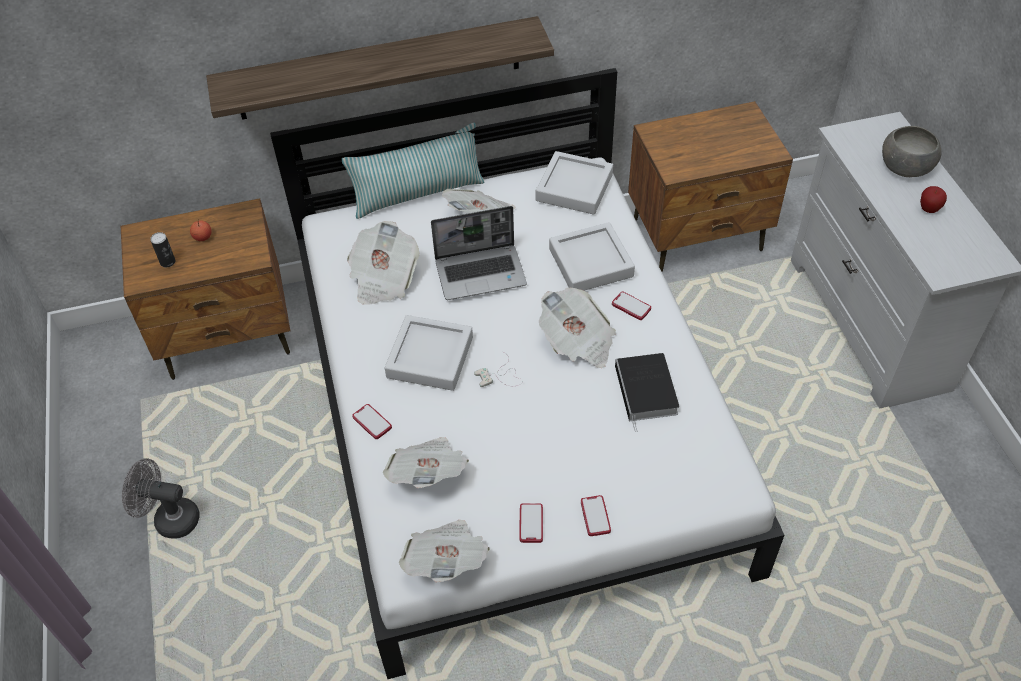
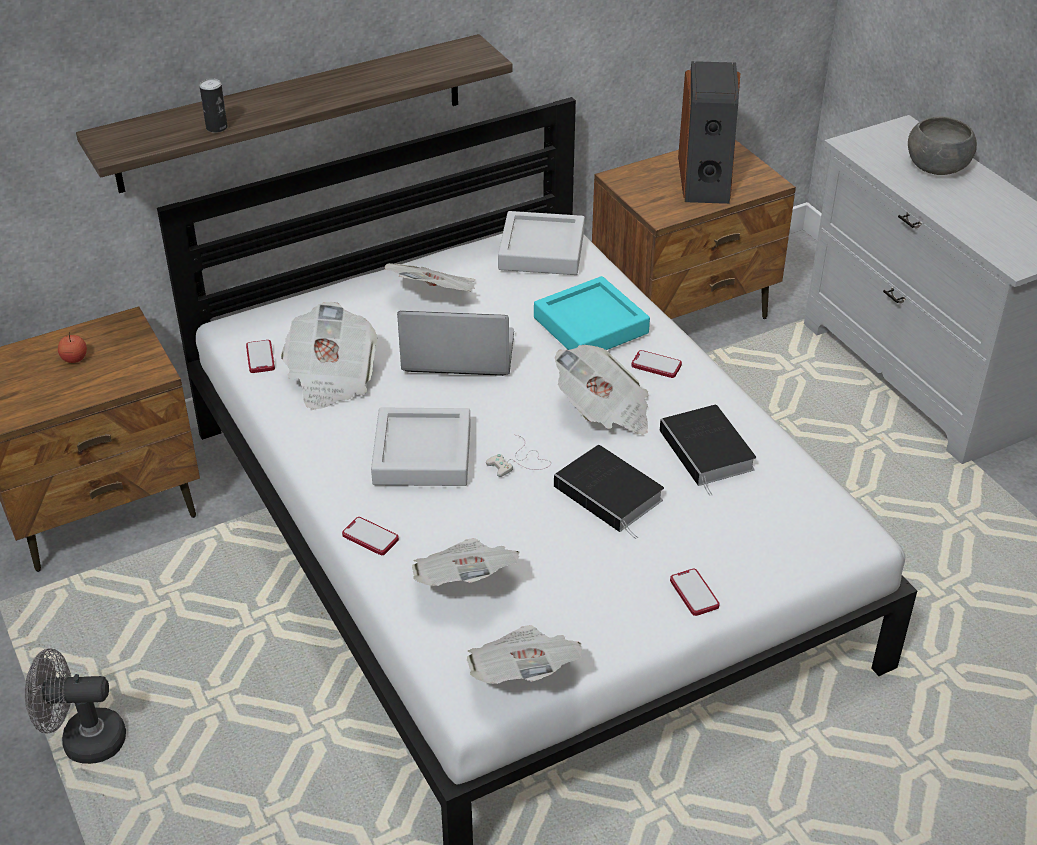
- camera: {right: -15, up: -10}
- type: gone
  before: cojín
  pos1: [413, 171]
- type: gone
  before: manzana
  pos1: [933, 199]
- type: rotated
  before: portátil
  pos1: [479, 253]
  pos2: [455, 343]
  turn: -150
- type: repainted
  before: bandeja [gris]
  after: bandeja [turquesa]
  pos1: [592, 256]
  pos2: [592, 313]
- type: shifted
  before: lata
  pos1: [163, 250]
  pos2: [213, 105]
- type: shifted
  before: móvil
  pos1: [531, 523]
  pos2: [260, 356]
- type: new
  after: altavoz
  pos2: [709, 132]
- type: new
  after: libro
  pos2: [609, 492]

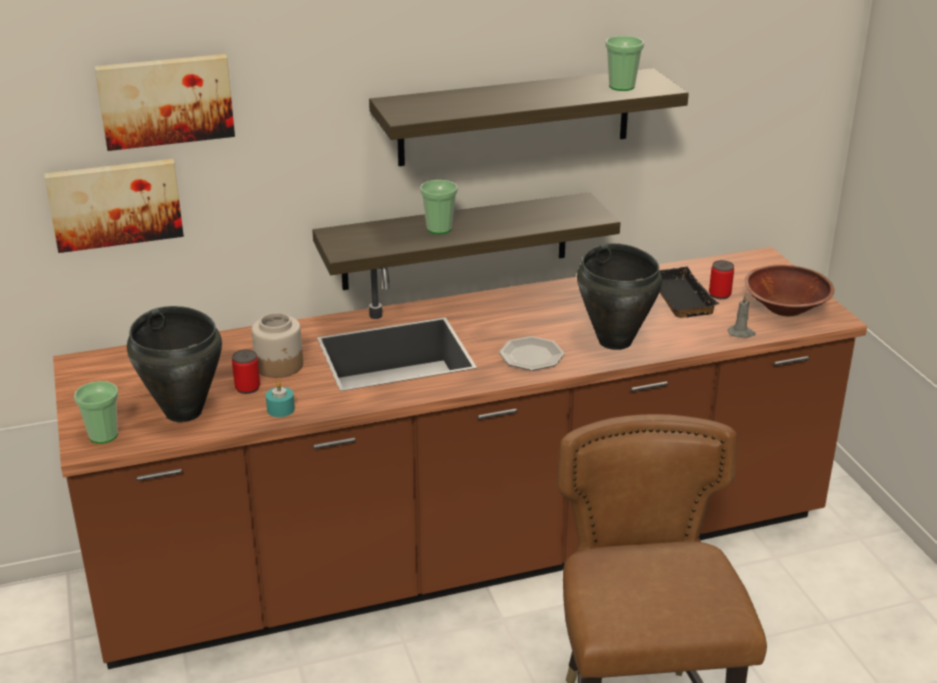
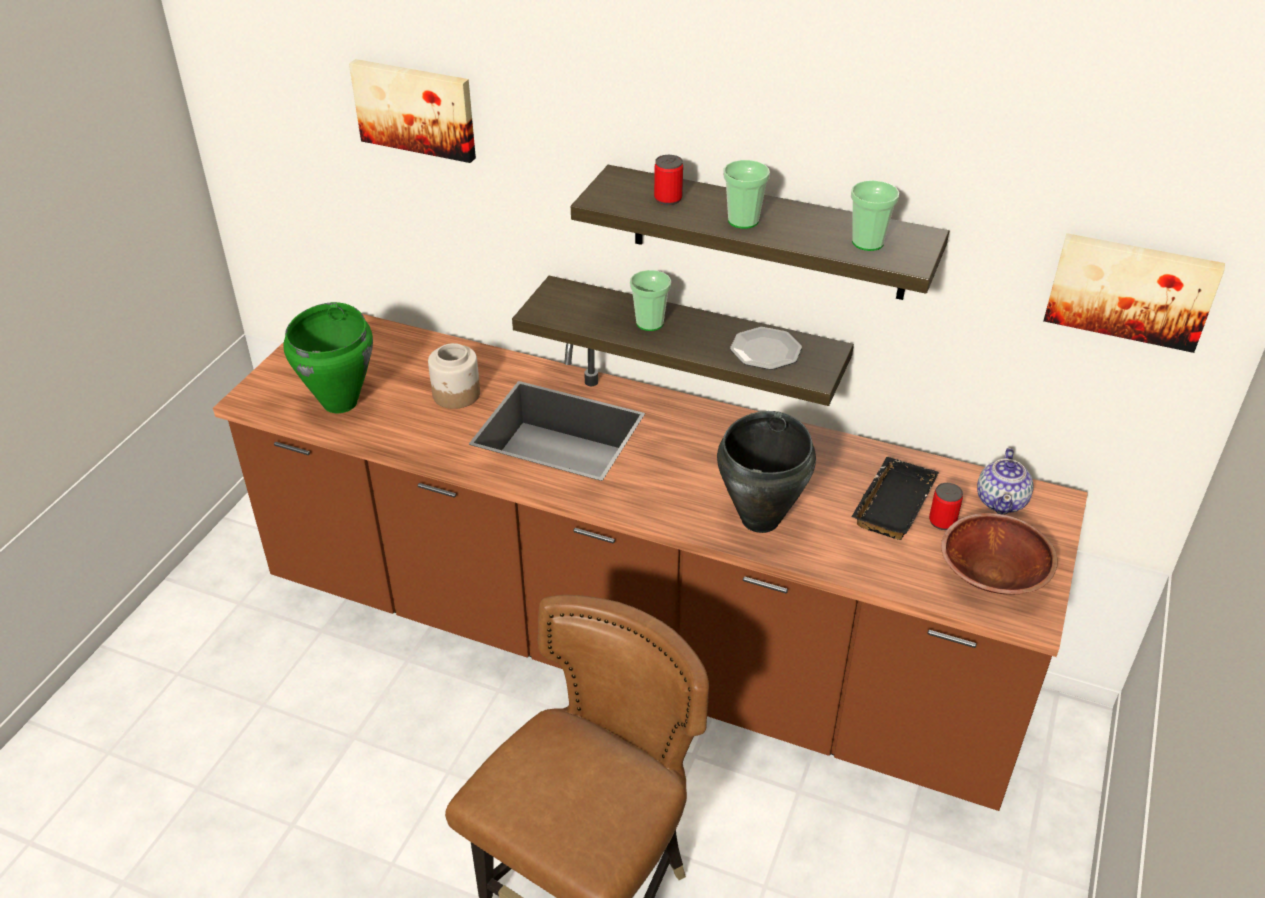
- camera: {right: 40, up: 10}
- type: shifted
  before: cuadro
  pos1: [114, 206]
  pos2: [1134, 293]
- type: gone
  before: vela [gris]
  pos1: [742, 316]
- type: repainted
  before: olla [negro]
  after: olla [verde]
  pos1: [174, 364]
  pos2: [328, 357]
- type: shifted
  before: plato
  pos1: [531, 353]
  pos2: [766, 348]
- type: shifted
  before: lata
  pos1: [246, 372]
  pos2: [668, 180]
- type: shifted
  before: taza
  pos1: [96, 412]
  pos2: [746, 194]
- type: gone
  before: vela [turquesa]
  pos1: [280, 399]
- type: new
  after: tetera
  pos2: [1005, 481]

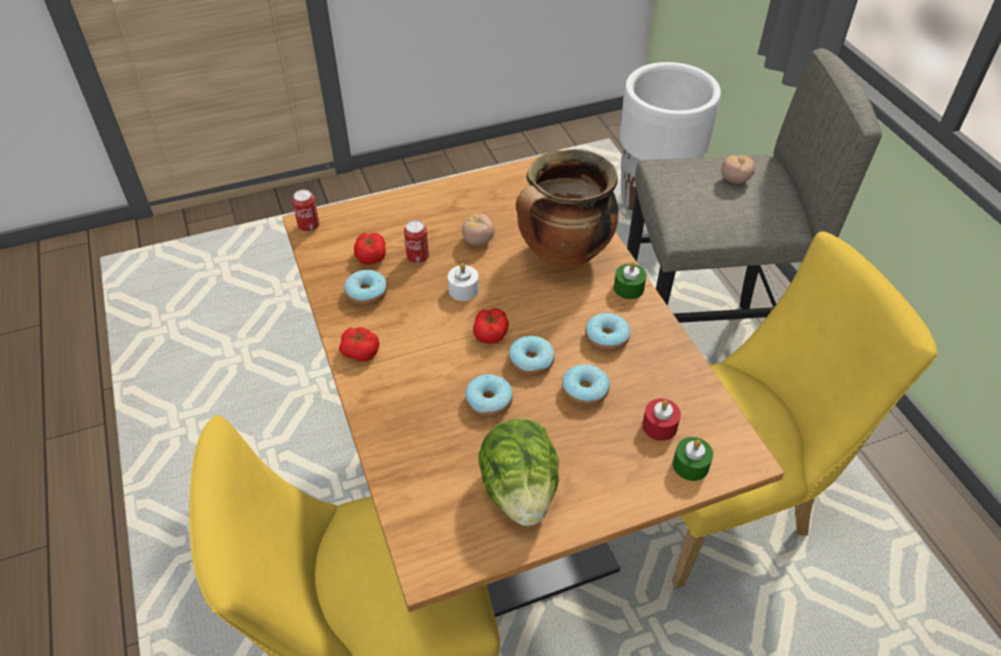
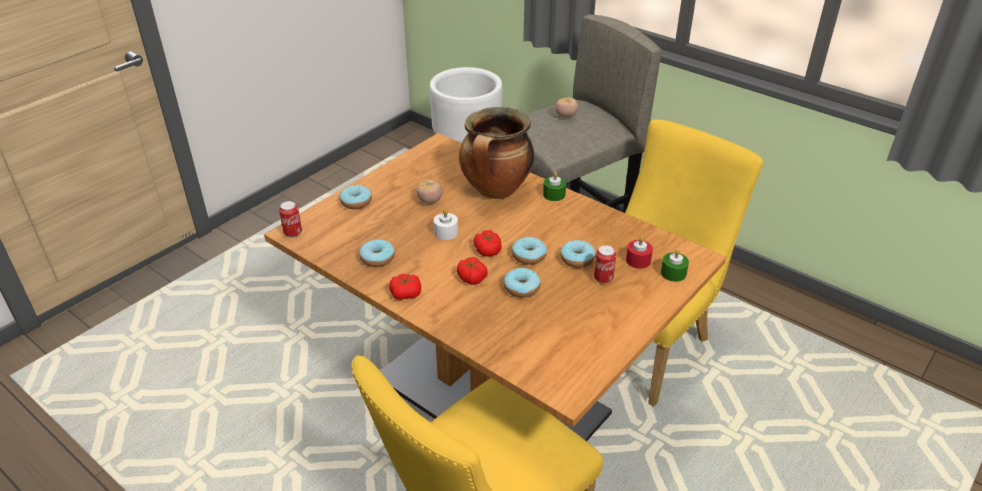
- camera: {right: -30, up: -10}
- type: shifted
  before: lata
  pos1: [416, 242]
  pos2: [605, 264]
- type: shifted
  before: tomate
  pos1: [370, 249]
  pos2: [472, 271]
- type: shifted
  before: rosquilla
  pos1: [607, 332]
  pos2: [356, 197]
- type: gone
  before: lechuga
  pos1: [518, 472]

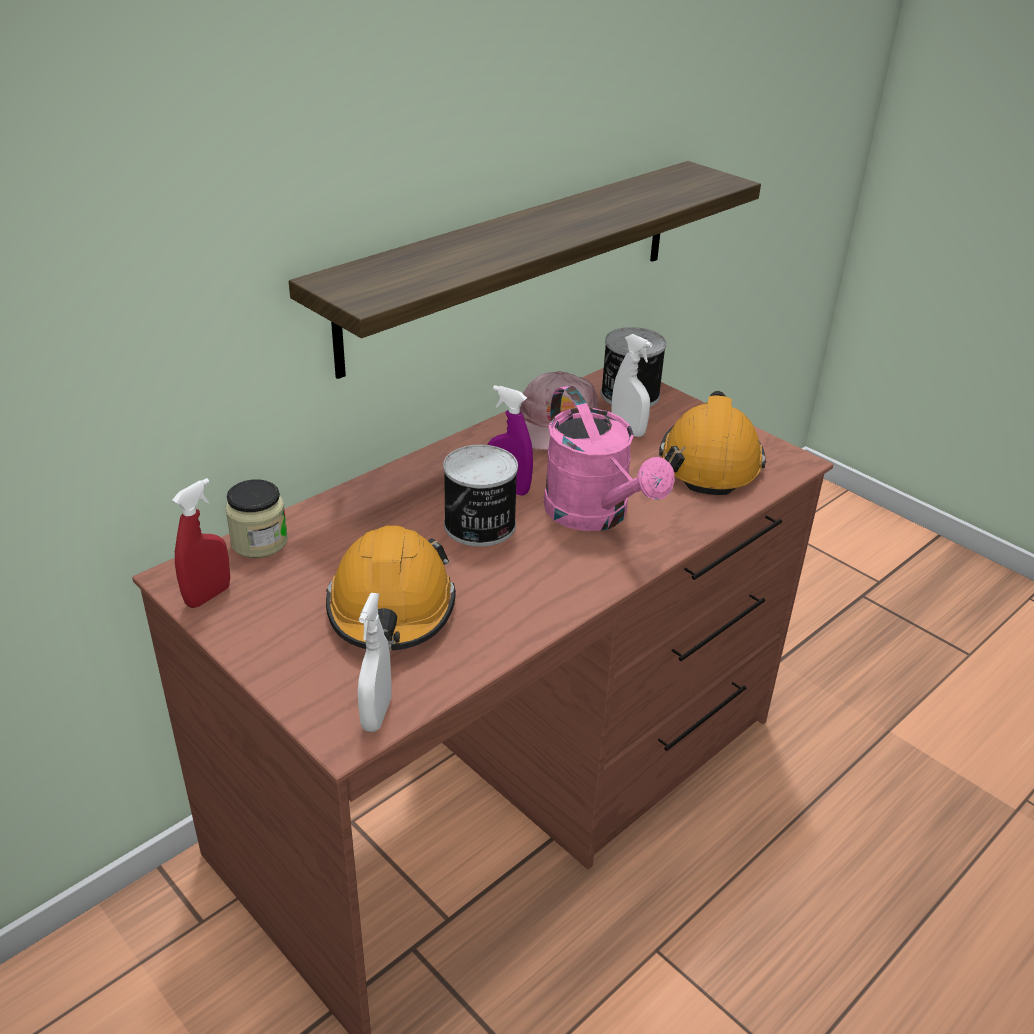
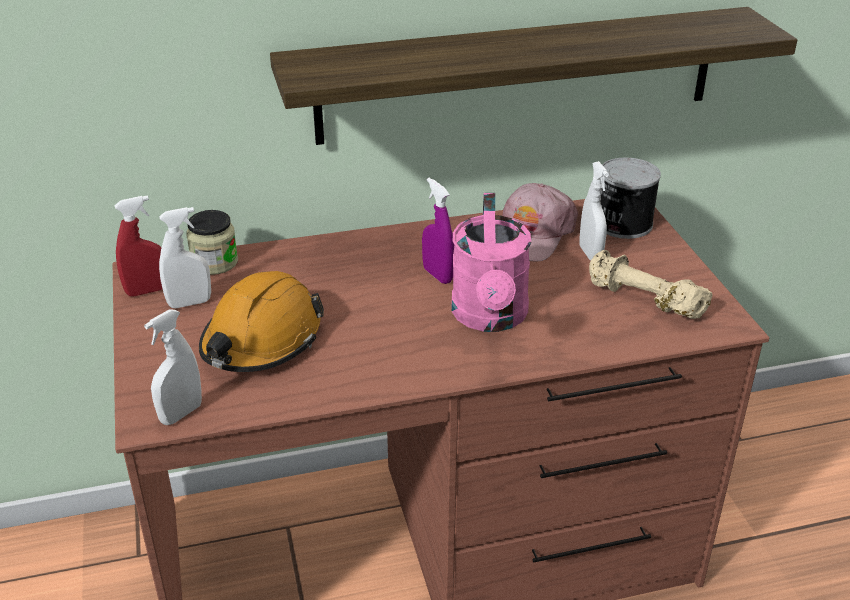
- camera: {right: 30, up: 0}
- type: swapped
  before: casco [naranja]
  after: mancuerna [beis]
  pos1: [712, 443]
  pos2: [651, 284]
- type: gone
  before: lata
  pos1: [480, 496]
- type: new
  after: pulverizador [blanco]
  pos2: [185, 257]

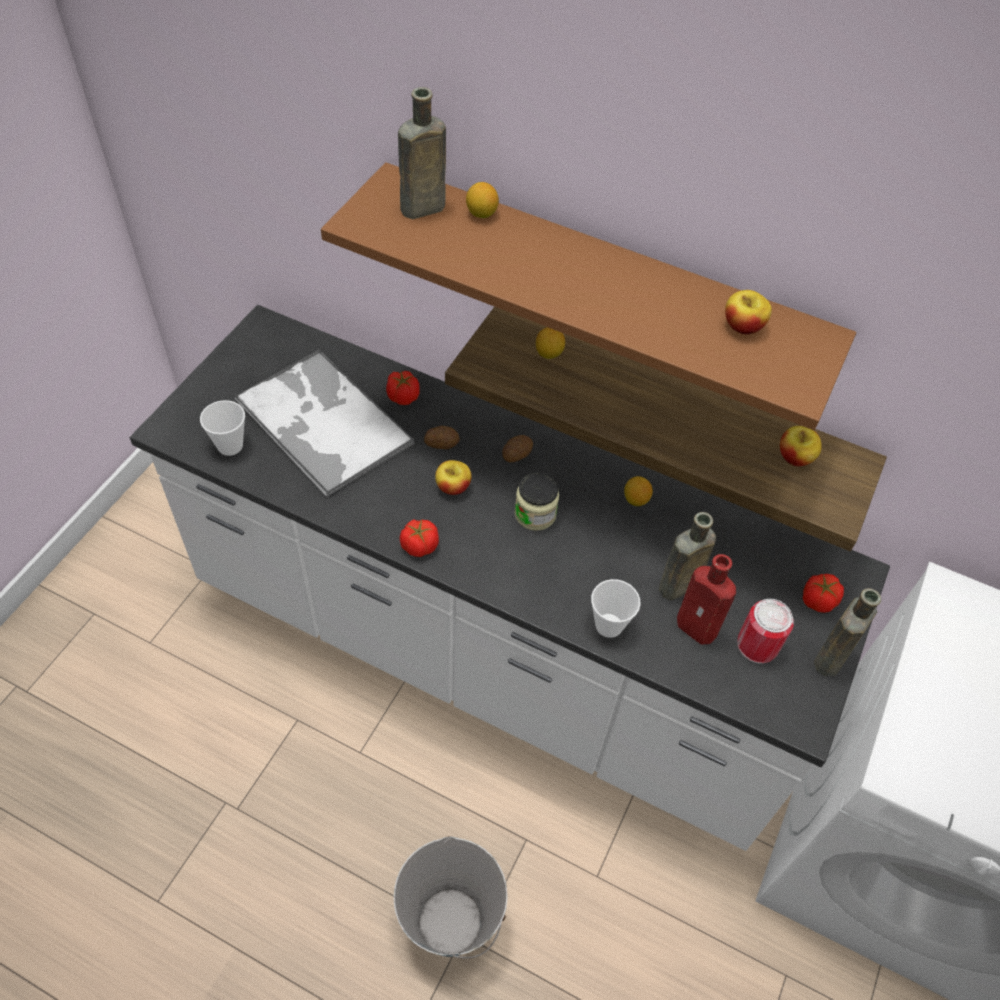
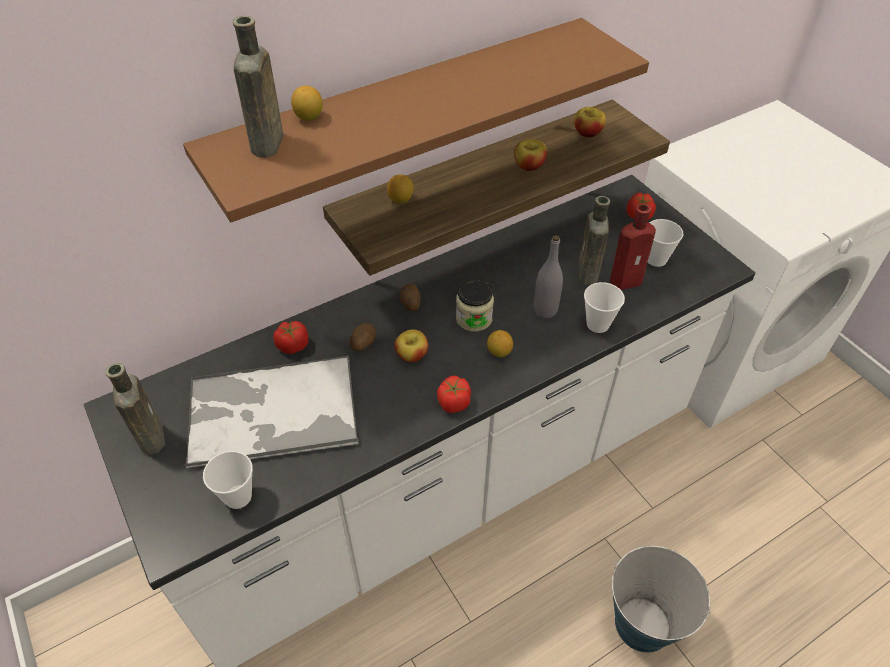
- camera: {right: -55, up: -5}
- type: shifted
  before: manzana
  pos1: [748, 312]
  pos2: [530, 155]
- type: shifted
  before: limón
  pos1: [638, 491]
  pos2: [500, 343]
- type: shifted
  before: botella [marrón]
  pos1: [847, 632]
  pos2: [135, 409]
- type: swapped
  before: lata
  after: taza
  pos1: [765, 631]
  pos2: [665, 243]
- type: new
  after: botella [gris]
  pos2: [548, 276]

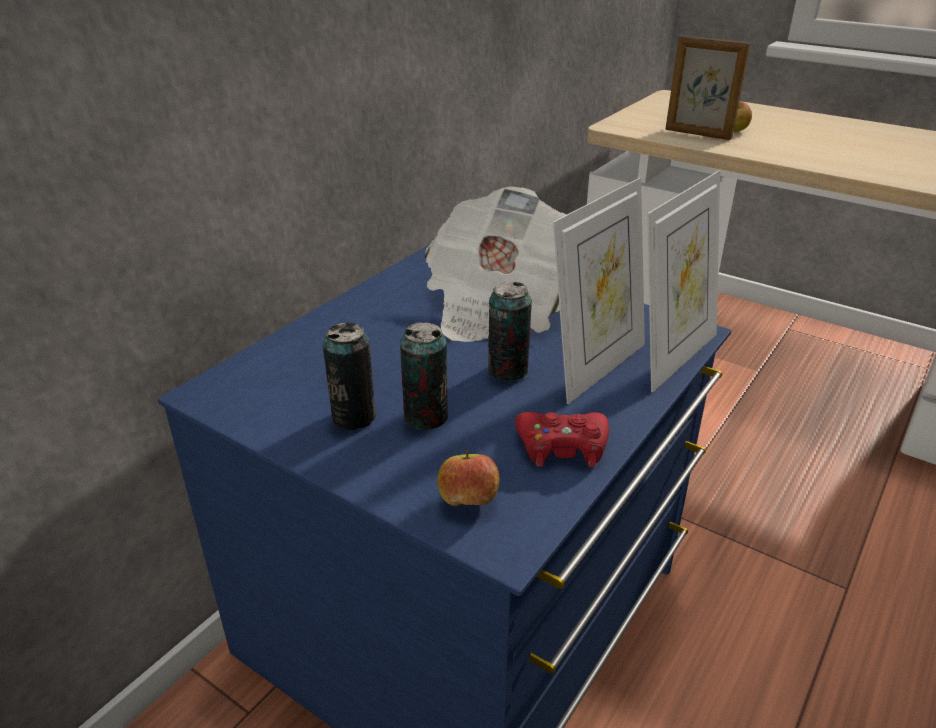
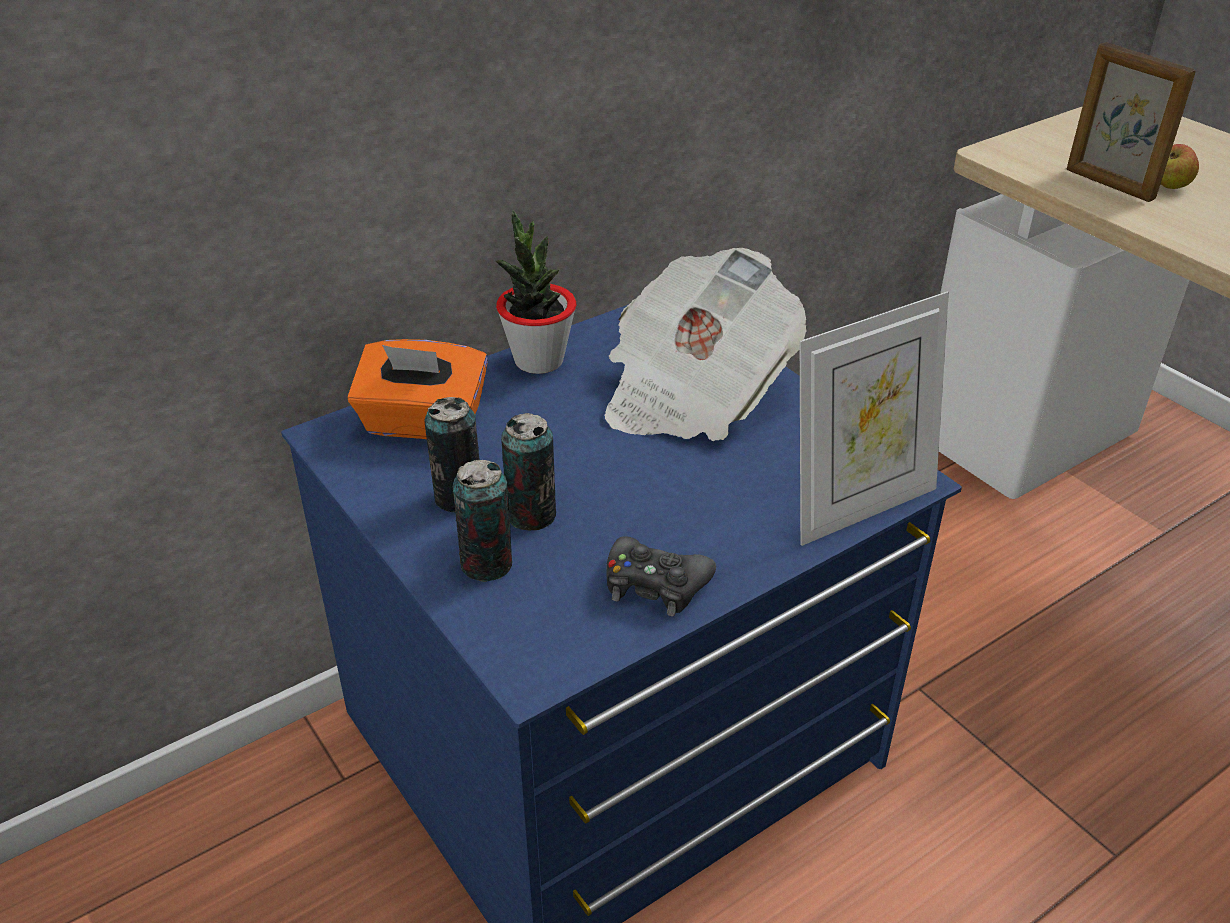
- camera: {right: 20, up: 5}
- type: gone
  before: portarretratos
  pos1: [599, 291]
- type: shifted
  before: lata
  pos1: [509, 331]
  pos2: [482, 521]
- type: repainted
  before: mando de consola [rojo]
  after: mando de consola [negro]
  pos1: [562, 439]
  pos2: [661, 576]
- type: gone
  before: manzana
  pos1: [469, 478]
- type: new
  after: planta en maceta
  pos2: [536, 292]
- type: new
  after: caja de pañuelos [naranja]
  pos2: [418, 389]

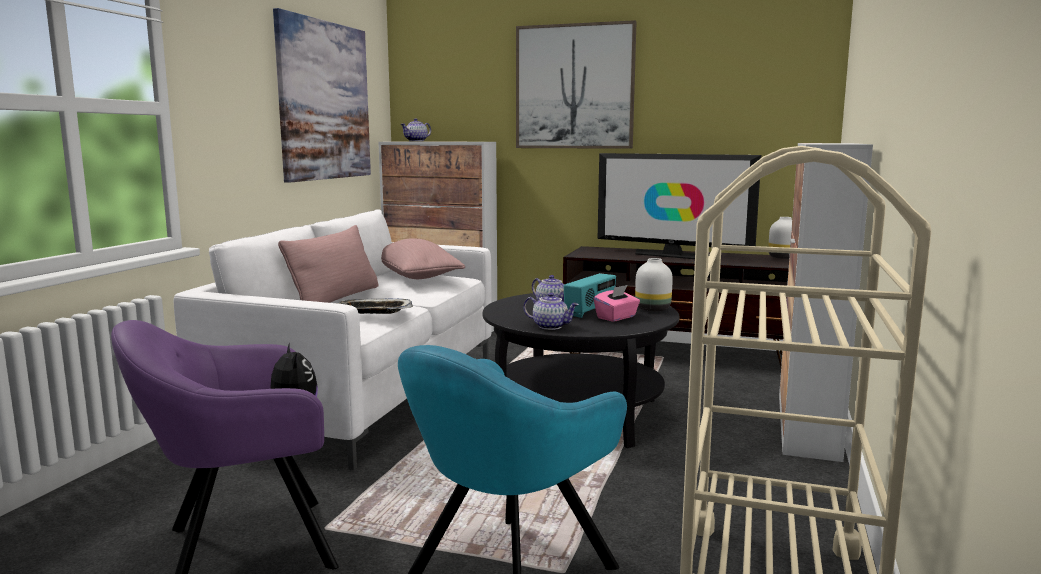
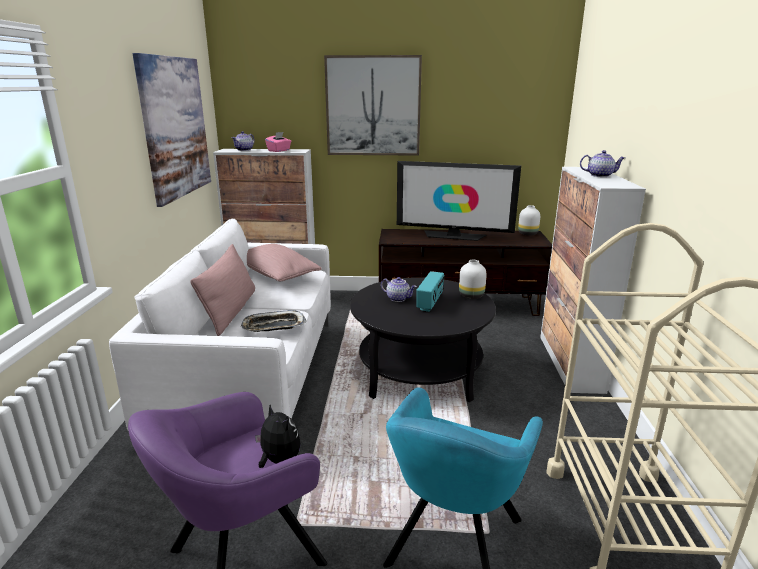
- camera: {right: -15, up: 10}
- type: shifted
  before: caja de pañuelos [rosa]
  pos1: [617, 303]
  pos2: [278, 142]
- type: shifted
  before: tetera
  pos1: [551, 311]
  pos2: [602, 163]

